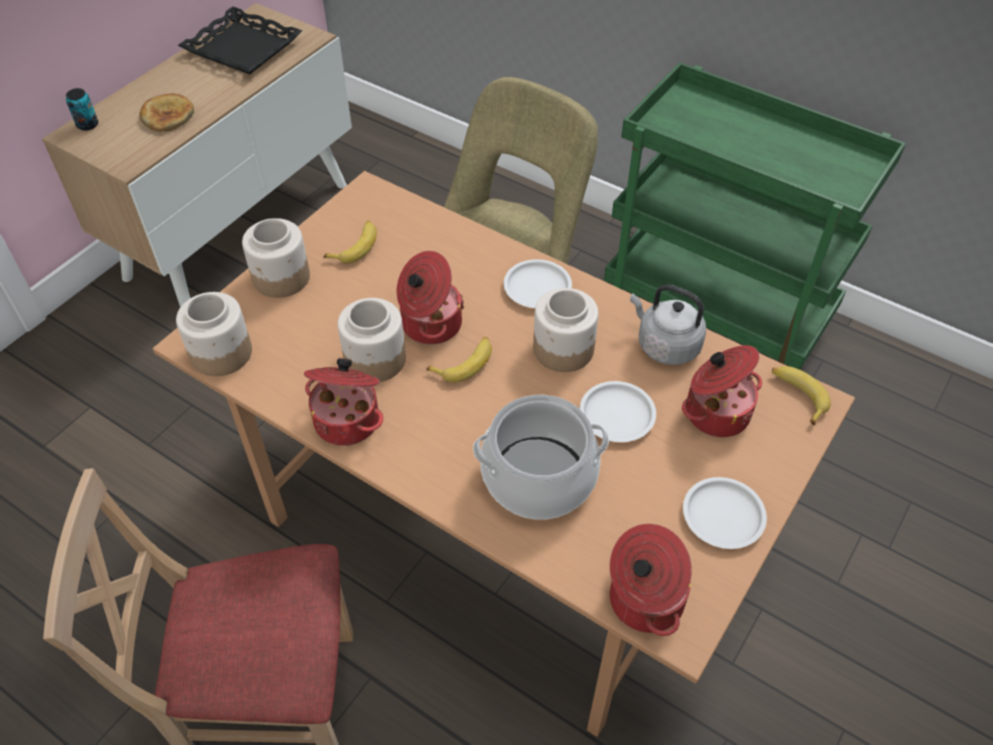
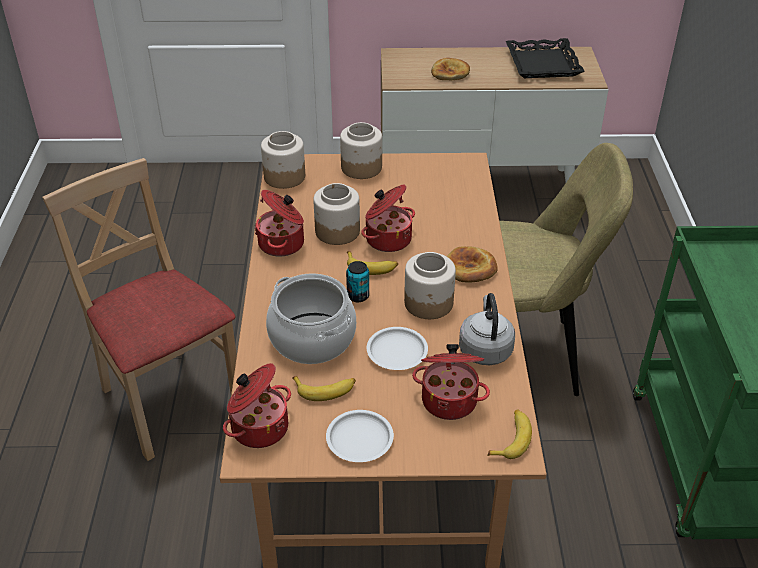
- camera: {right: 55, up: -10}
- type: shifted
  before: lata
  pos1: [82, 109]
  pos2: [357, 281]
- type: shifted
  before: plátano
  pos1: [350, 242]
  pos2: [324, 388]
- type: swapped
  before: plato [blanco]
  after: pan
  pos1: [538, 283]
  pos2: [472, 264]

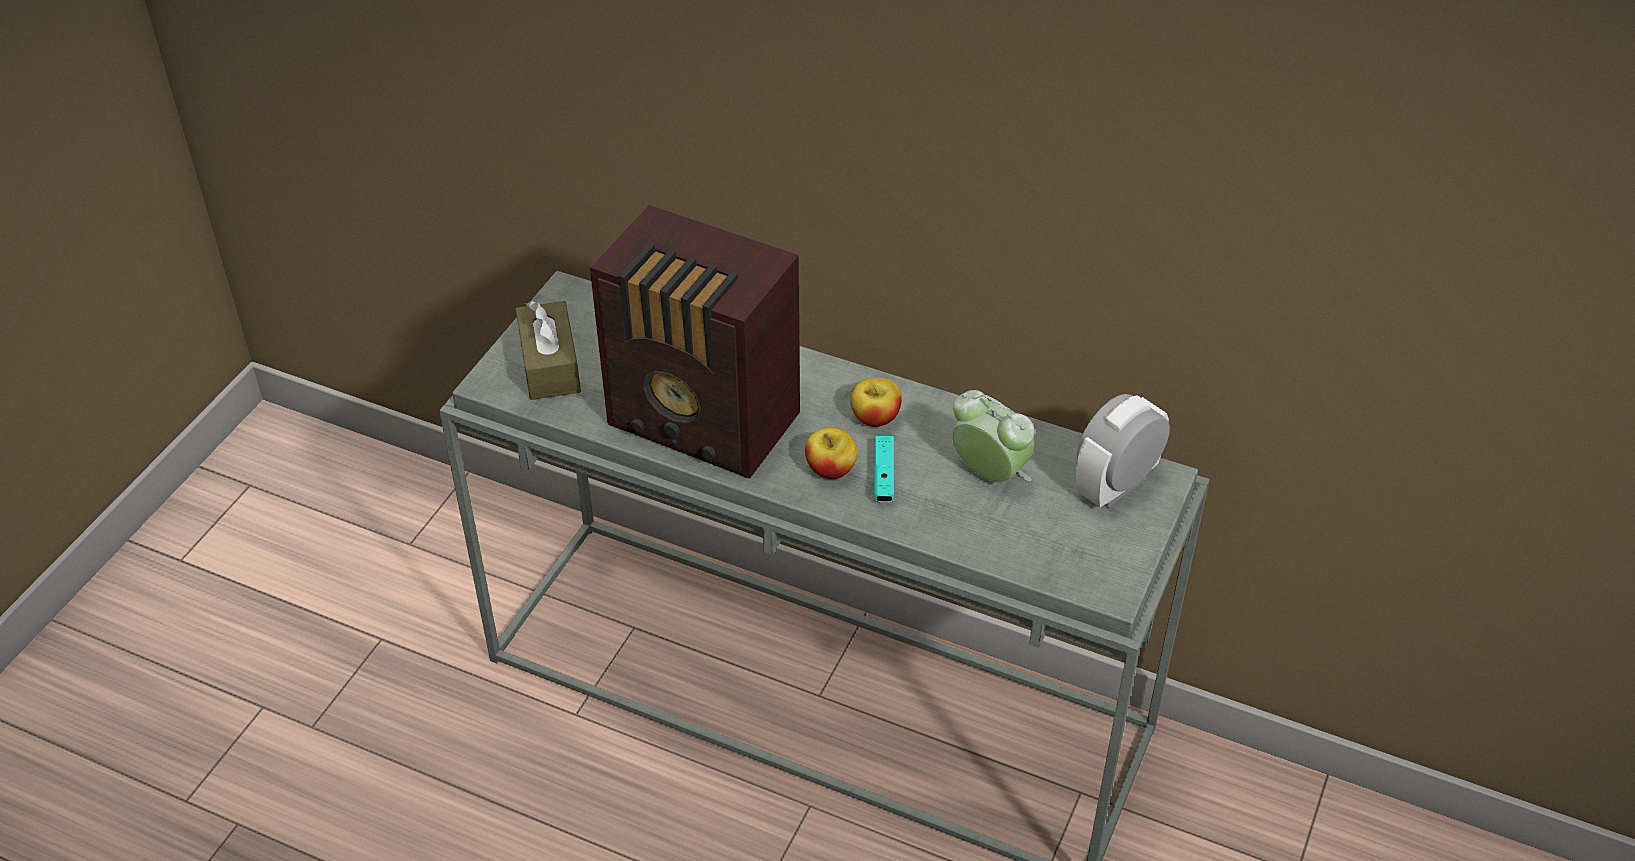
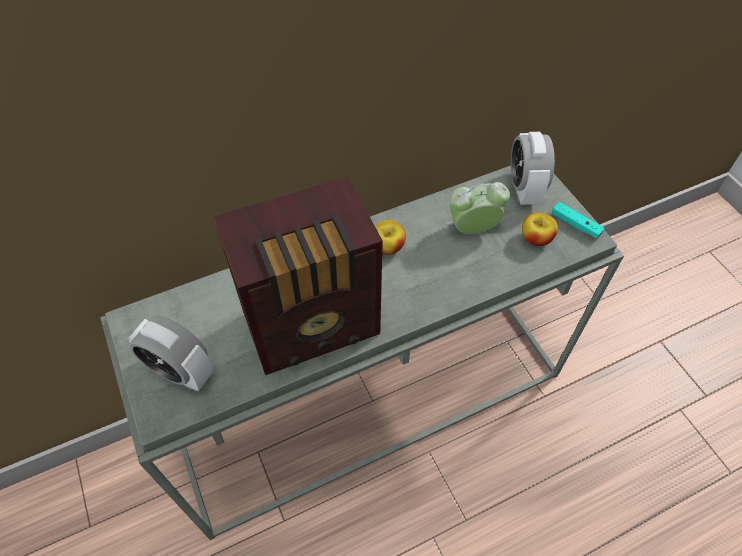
- camera: {right: -50, up: 10}
- type: swapped
  before: caja de pañuelos [marrón]
  after: despertador
  pos1: [548, 350]
  pos2: [170, 354]
- type: shifted
  before: manzana
  pos1: [831, 453]
  pos2: [540, 229]
- type: shifted
  before: mando de consola [turquesa]
  pos1: [884, 469]
  pos2: [578, 220]

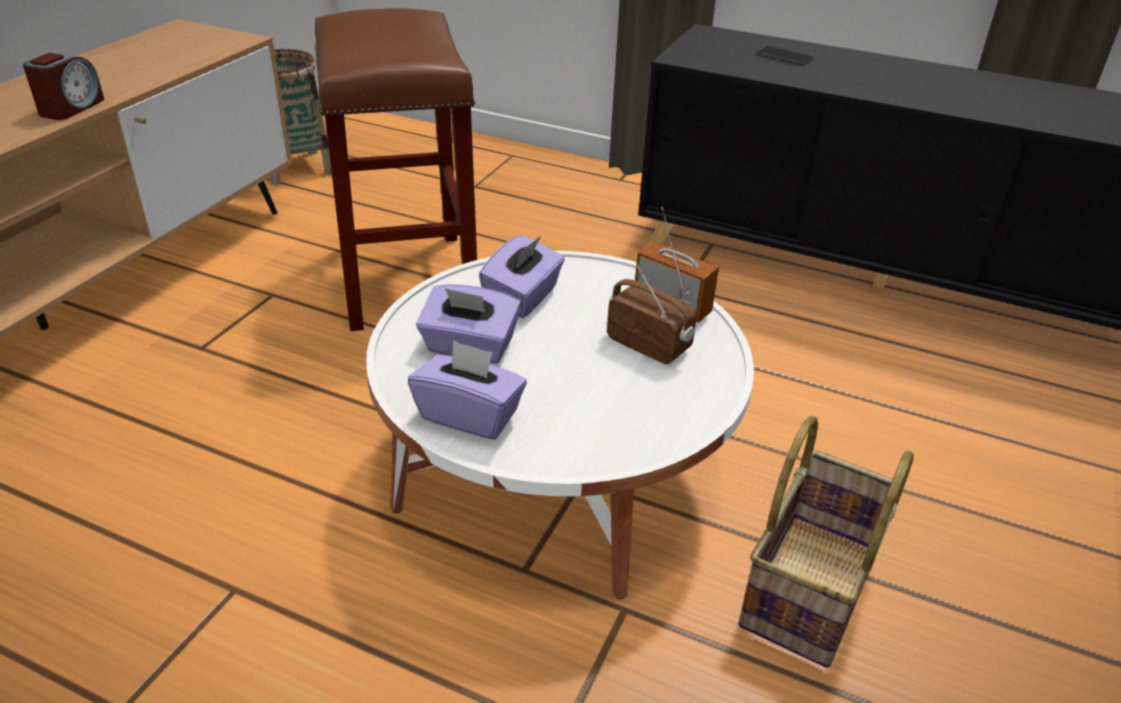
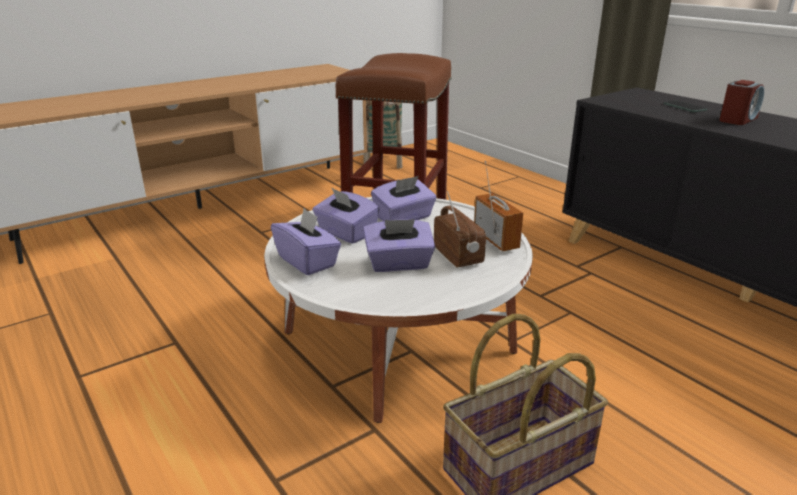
- camera: {right: 30, up: -10}
- type: shifted
  before: despertador
  pos1: [63, 86]
  pos2: [742, 102]
- type: new
  after: caja de pañuelos [morado]
  pos2: [399, 245]

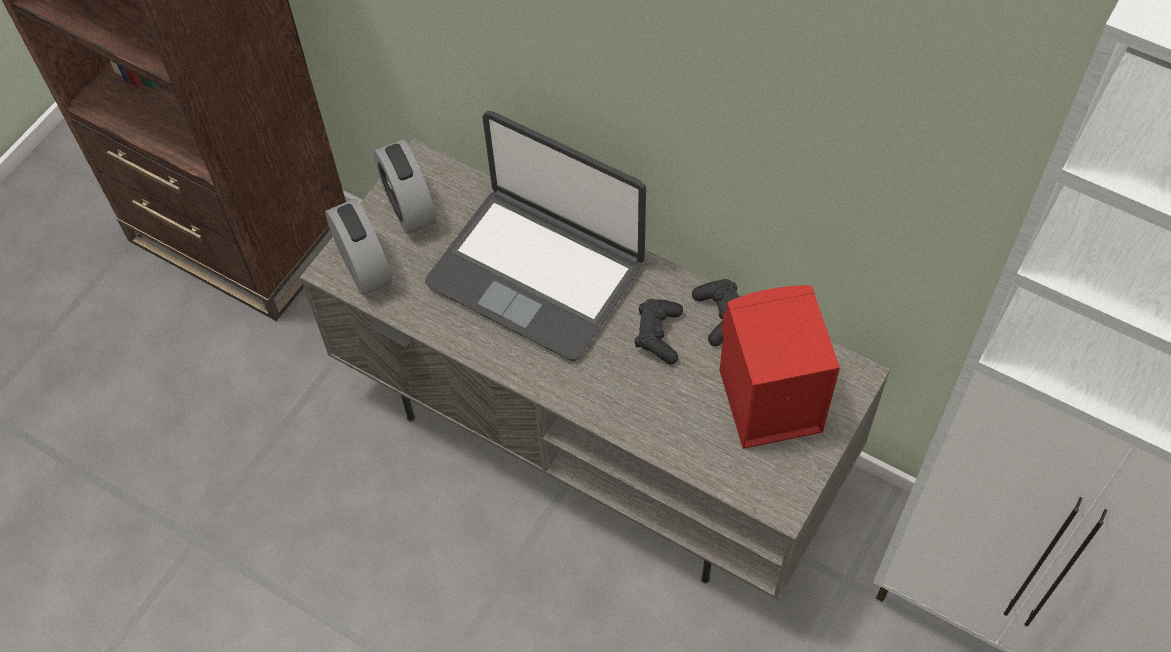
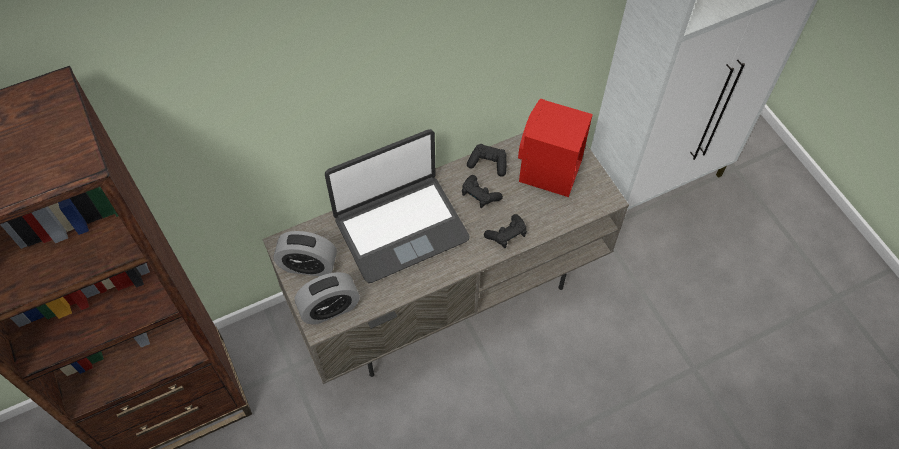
- camera: {right: -60, up: 0}
- type: rotated
  before: despertador
  pos1: [358, 247]
  pos2: [327, 298]
  turn: 150
- type: new
  after: mando de consola [negro]
  pos2: [505, 231]

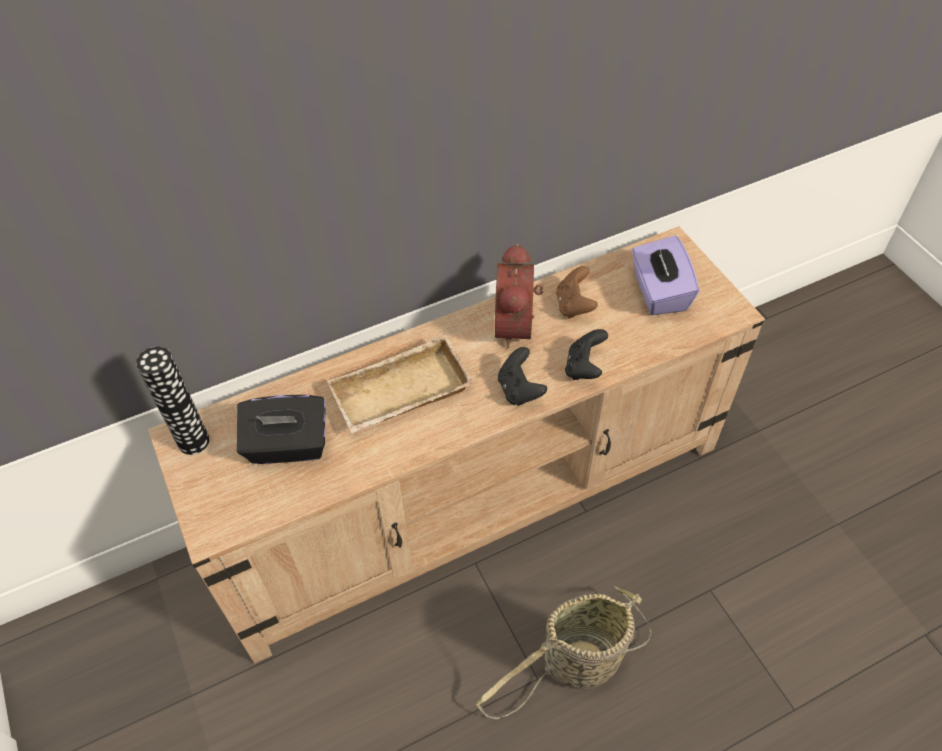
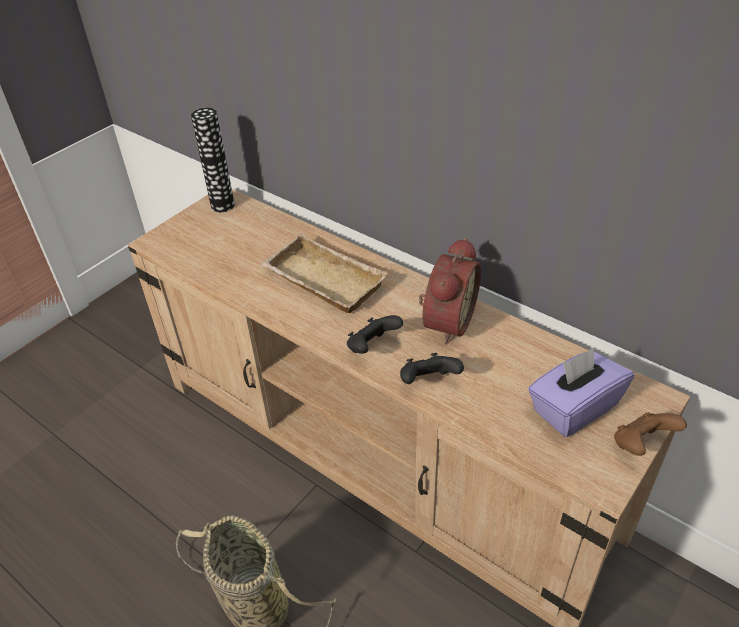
- camera: {right: 65, up: -10}
- type: rotated
  before: despertador
  pos1: [519, 295]
  pos2: [450, 290]
  turn: 135
- type: shifted
  before: mando de consola [marrón]
  pos1: [577, 292]
  pos2: [650, 434]
- type: gone
  before: caja de pañuelos [negro]
  pos1: [281, 429]

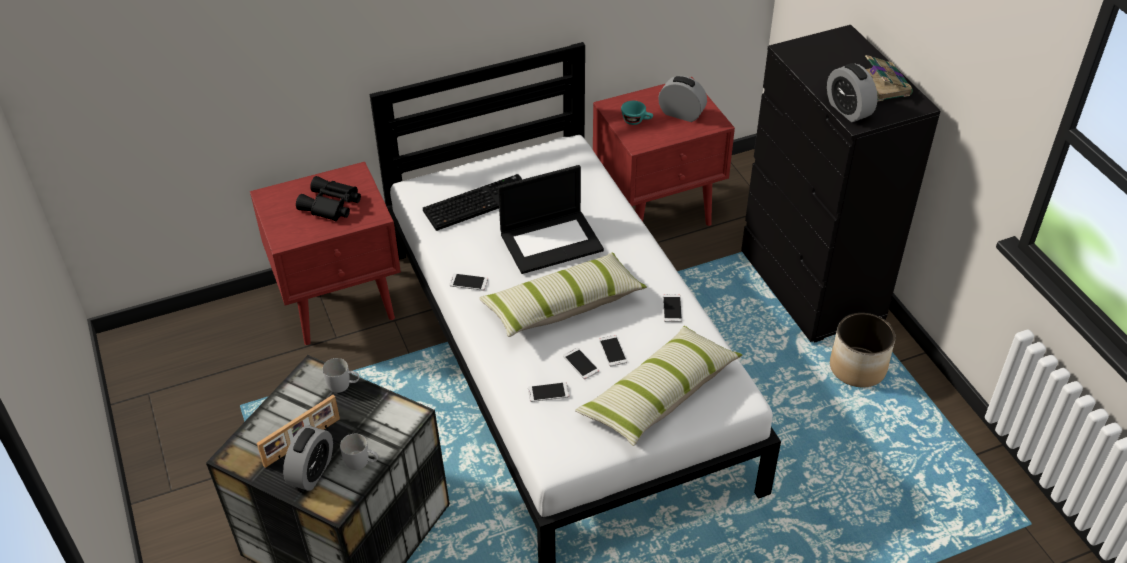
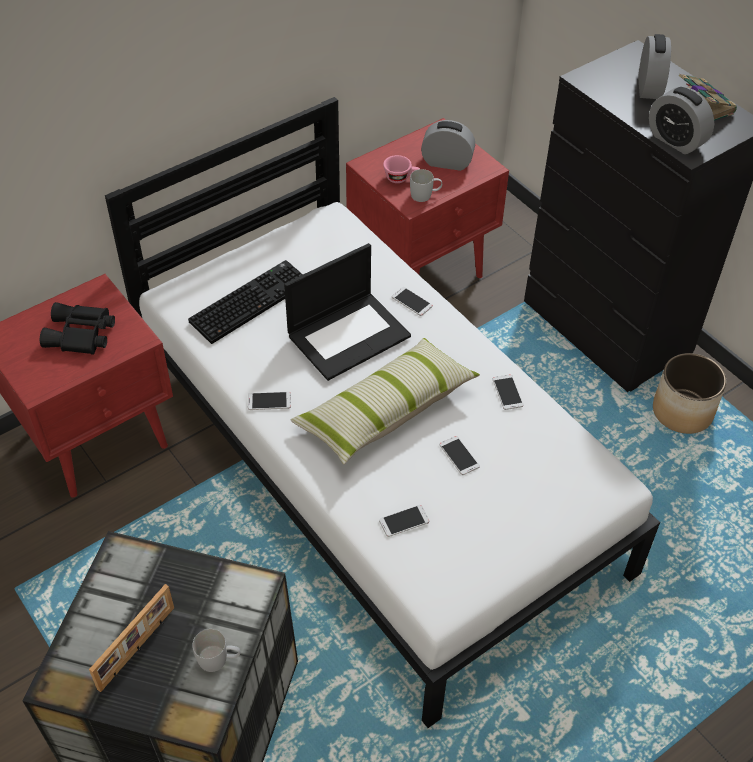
- camera: {right: -15, up: 5}
- type: repainted
  before: taza [turquesa]
  after: taza [rosa]
  pos1: [637, 113]
  pos2: [401, 169]
- type: gone
  before: cojín
  pos1: [658, 386]
- type: shifted
  before: móvil
  pos1: [581, 363]
  pos2: [412, 301]
- type: shifted
  before: taza grande [blanco]
  pos1: [340, 375]
  pos2: [426, 185]
- type: shifted
  before: despertador
  pos1: [308, 458]
  pos2: [654, 66]

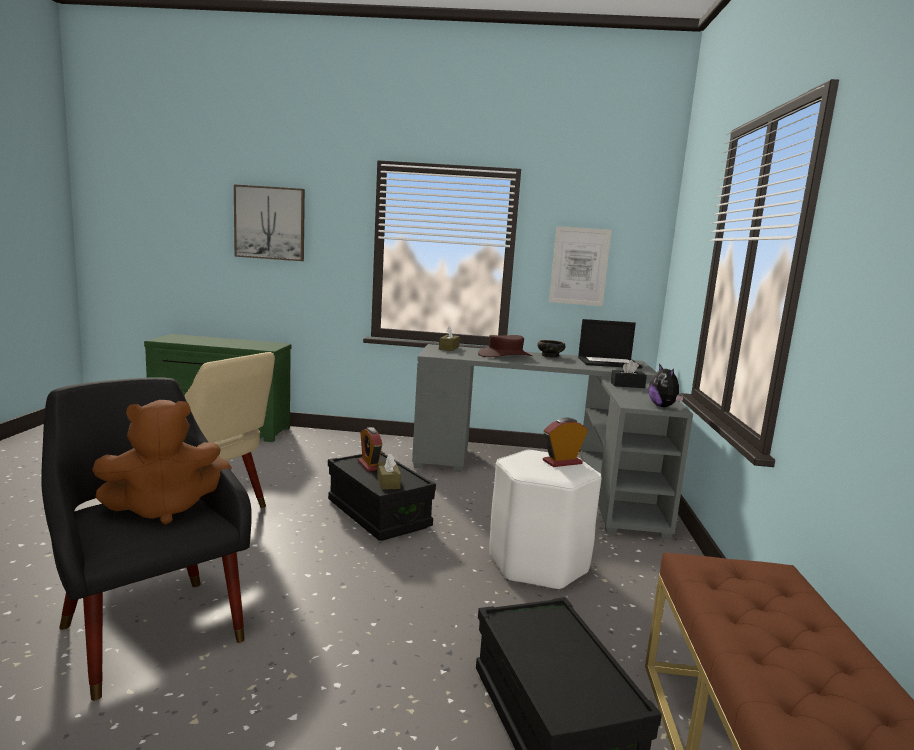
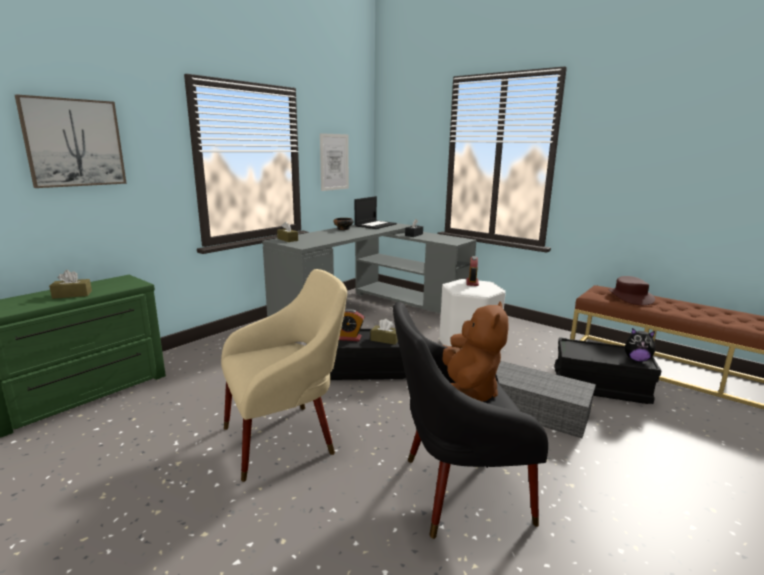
- camera: {right: -55, up: 5}
- type: shifted
  before: sombrero [marrón]
  pos1: [505, 346]
  pos2: [632, 290]
- type: shifted
  before: peluche
  pos1: [666, 385]
  pos2: [640, 345]
- type: new
  after: caja de pañuelos [marrón]
  pos2: [70, 284]
- type: new
  after: caja de almacenaje [gris]
  pos2: [546, 399]

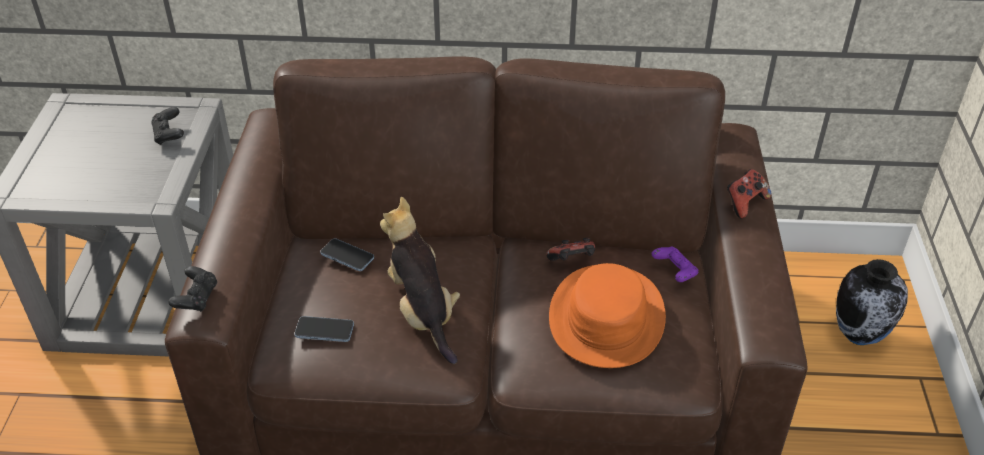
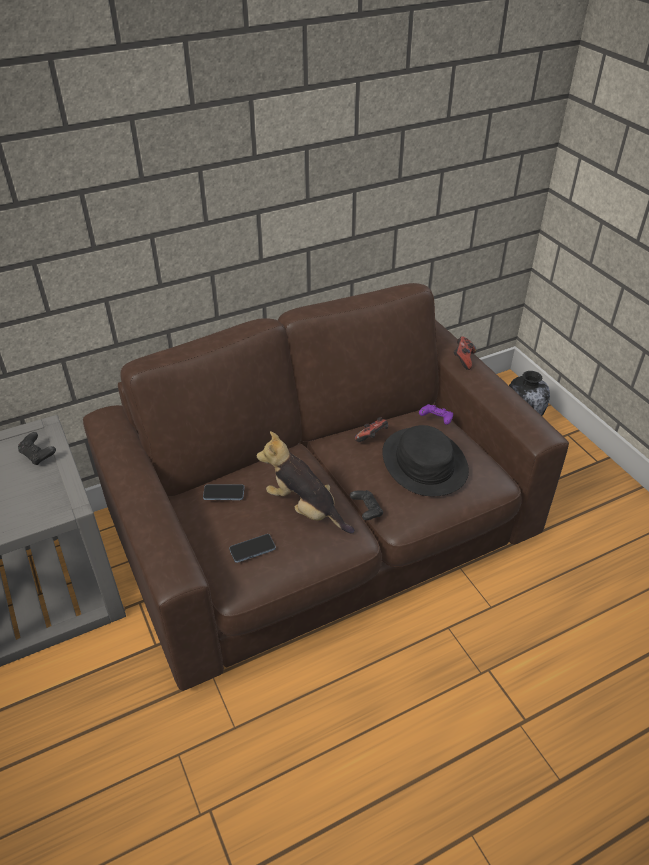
- camera: {right: -30, up: 0}
- type: repainted
  before: sombrero [naranja]
  after: sombrero [negro]
  pos1: [607, 315]
  pos2: [425, 460]
- type: shifted
  before: mando de consola [negro]
  pos1: [192, 289]
  pos2: [366, 505]

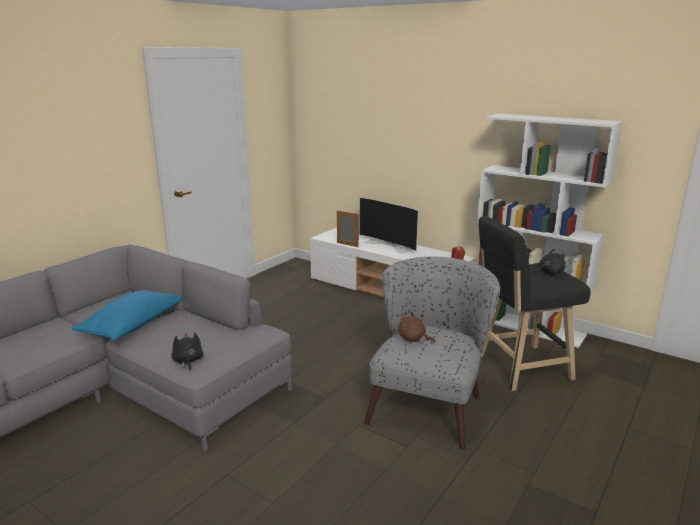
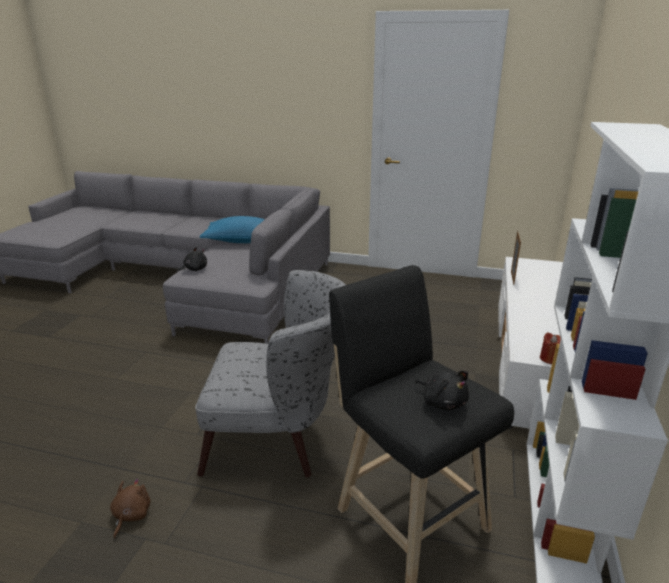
- camera: {right: 70, up: 5}
- type: gone
  before: televisor
  pos1: [389, 225]
- type: shifted
  before: peluche [marrón]
  pos1: [416, 327]
  pos2: [130, 509]

